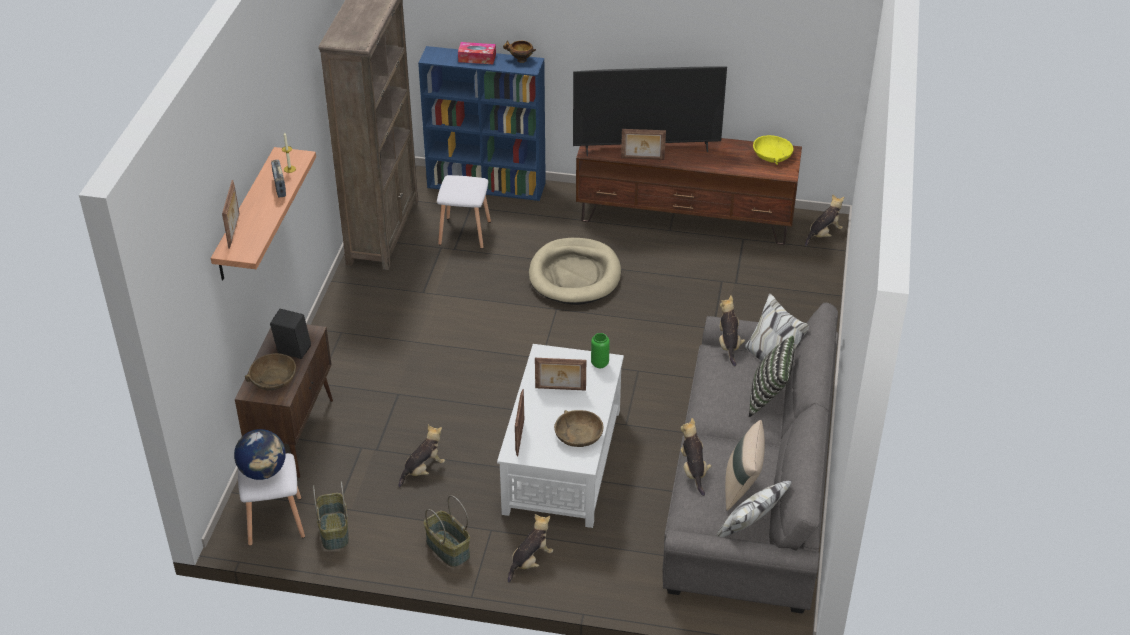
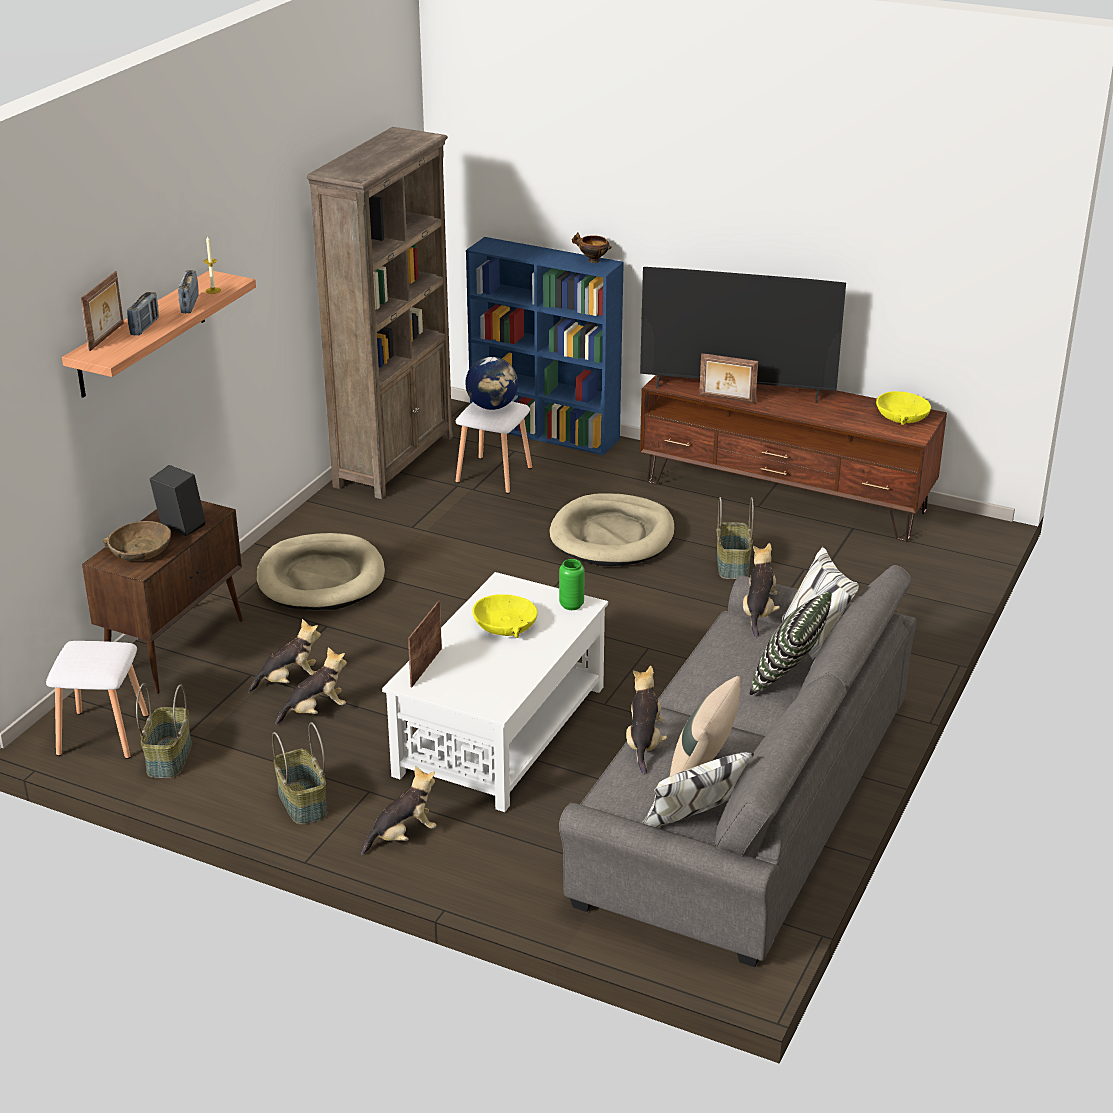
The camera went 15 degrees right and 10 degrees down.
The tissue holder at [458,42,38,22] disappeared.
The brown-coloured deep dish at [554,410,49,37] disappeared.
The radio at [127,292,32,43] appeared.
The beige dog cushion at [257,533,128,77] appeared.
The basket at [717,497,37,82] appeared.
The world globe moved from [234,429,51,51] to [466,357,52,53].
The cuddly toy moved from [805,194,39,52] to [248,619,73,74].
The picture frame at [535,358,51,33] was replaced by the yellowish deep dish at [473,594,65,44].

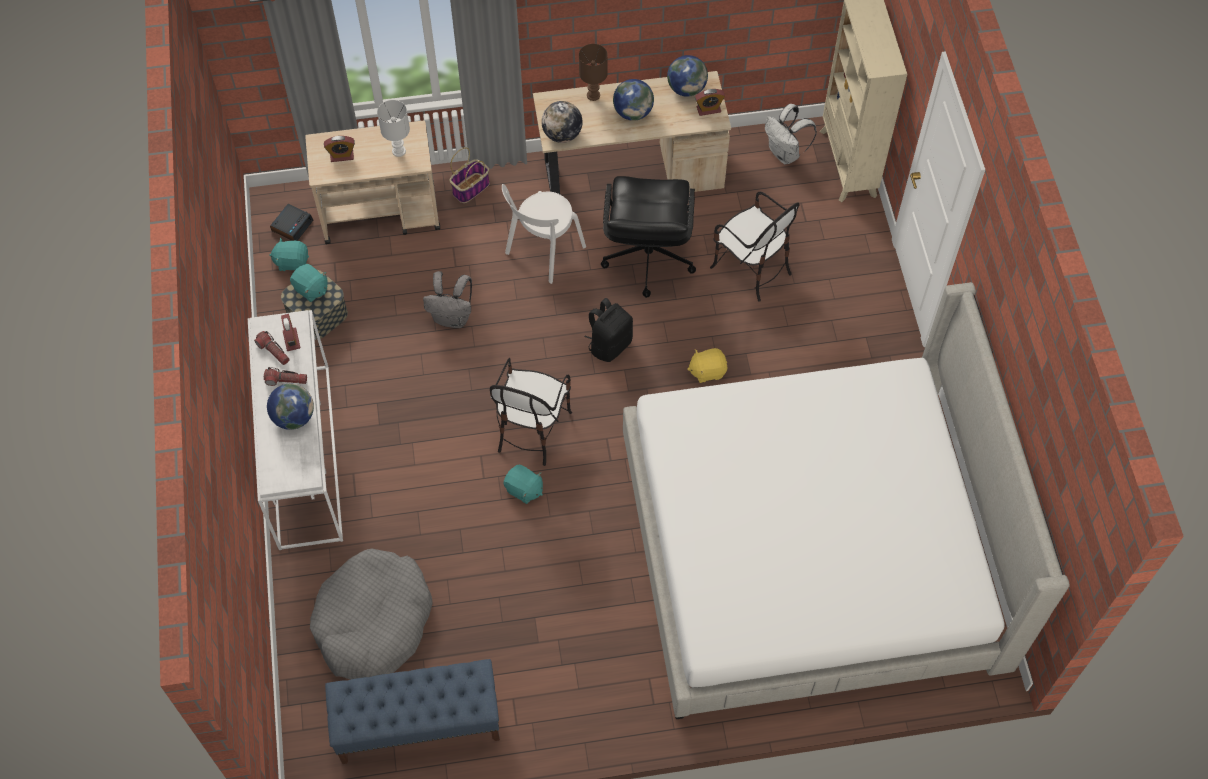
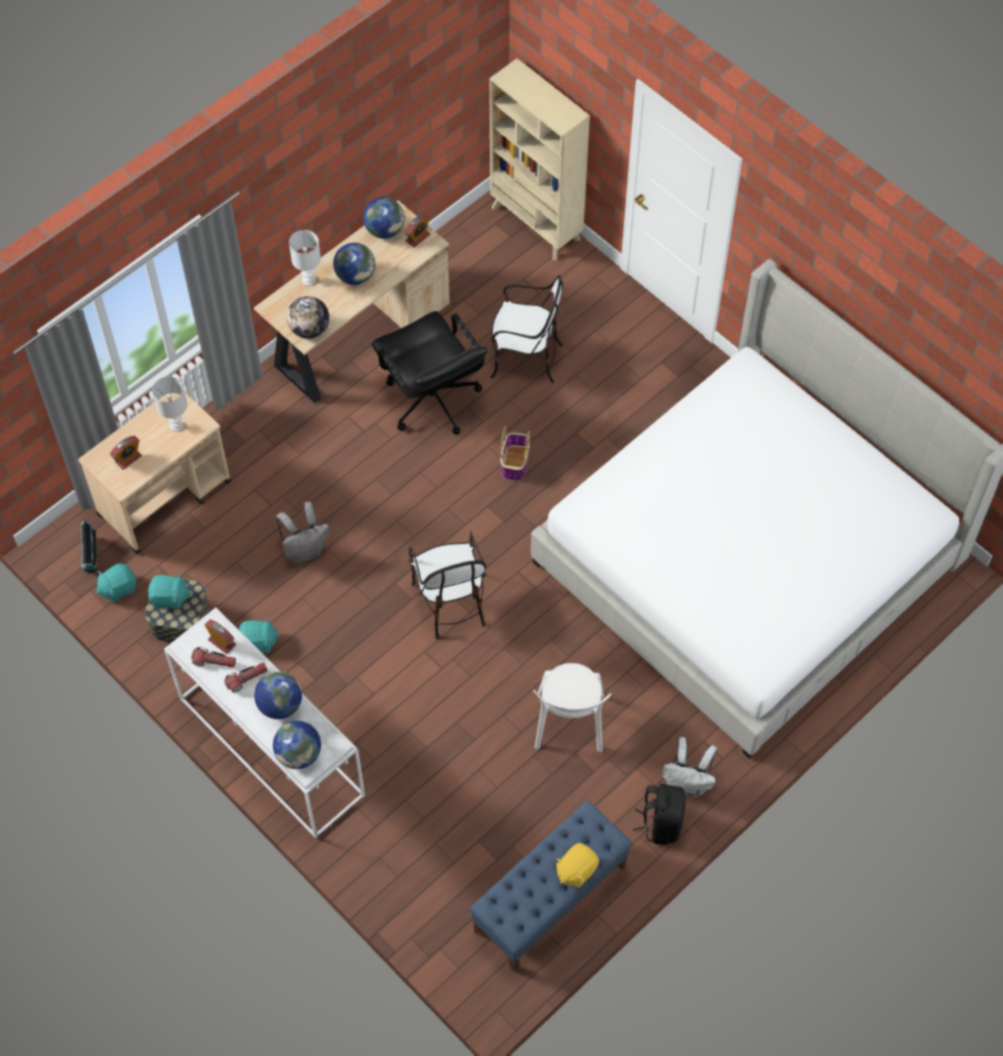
The camera went 35 degrees left and 0 degrees up.
The greyish dog cushion at [310,548,122,131] disappeared.
The world globe at [273,721,48,48] appeared.
The basket moved from [450,147,40,56] to [500,426,30,55].
The white-coloured plain chair moved from [502,184,84,100] to [533,663,78,89].
The blue-green cuddly toy moved from [503,465,40,39] to [238,617,42,36].
The black knapsack moved from [584,298,49,64] to [633,784,53,61].
The yellowish cuddly toy moved from [687,348,40,35] to [556,843,43,45].
The white-coloured knapsack moved from [765,104,52,60] to [662,737,56,60].
The table clock at [270,204,43,37] was replaced by the toy house at [81,518,17,54].
The brown-coloured lamp for a table at [579,44,29,57] became the white-coloured lamp for a table at [289,230,32,56].

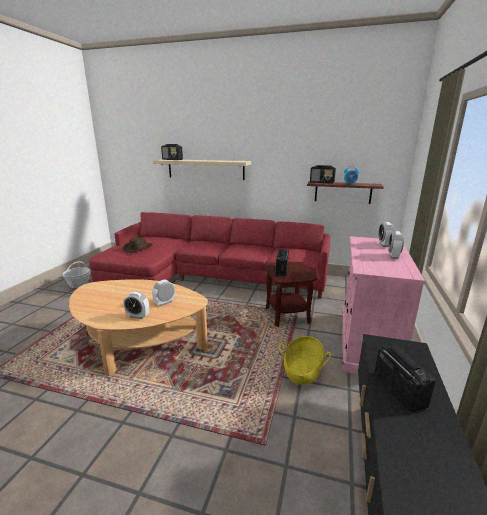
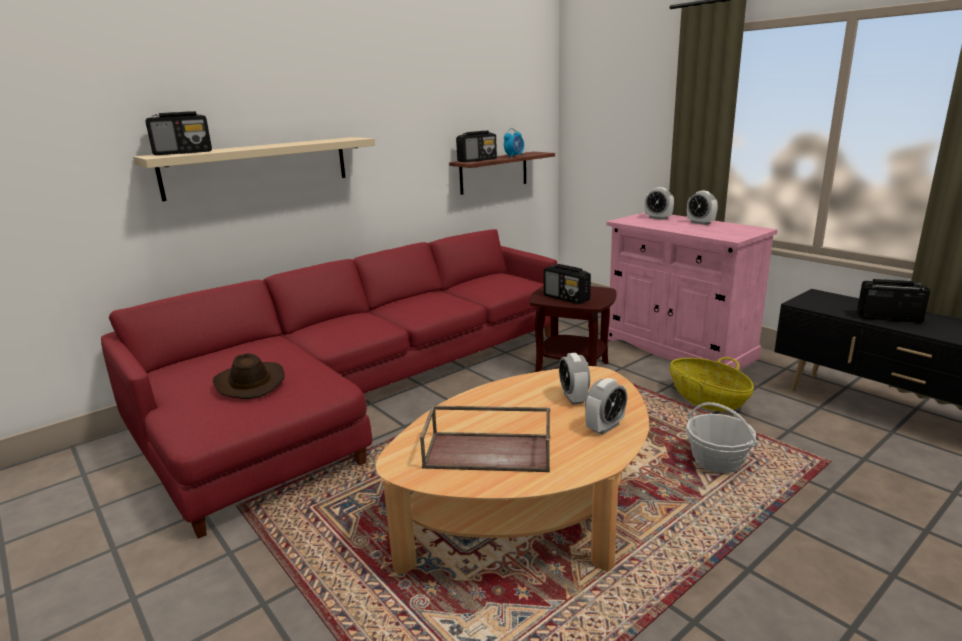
The camera went 55 degrees left and 0 degrees up.
The brown-coloured tray at [420,406,130,66] appeared.
The basket moved from [62,261,28,27] to [686,402,72,71].

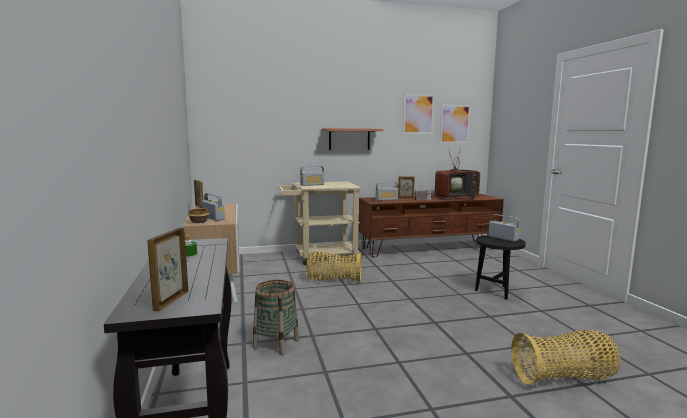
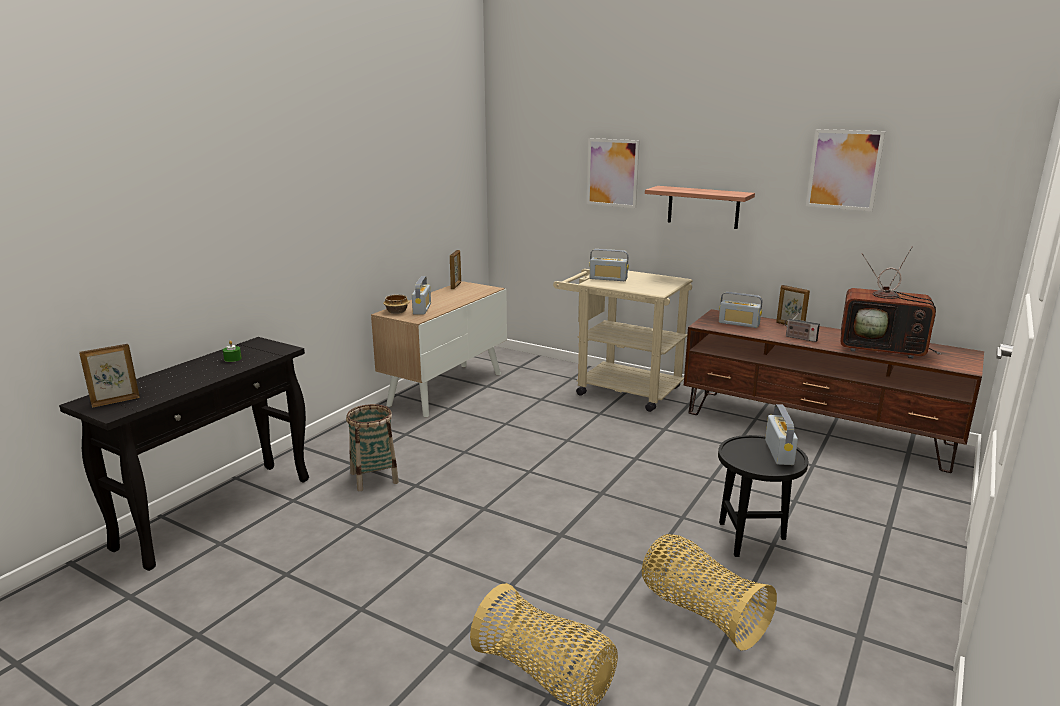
The camera went 45 degrees right and 10 degrees up.
The basket moved from [306,251,56,31] to [642,534,135,117].
The wall art moved from [440,105,31,38] to [587,138,53,70].

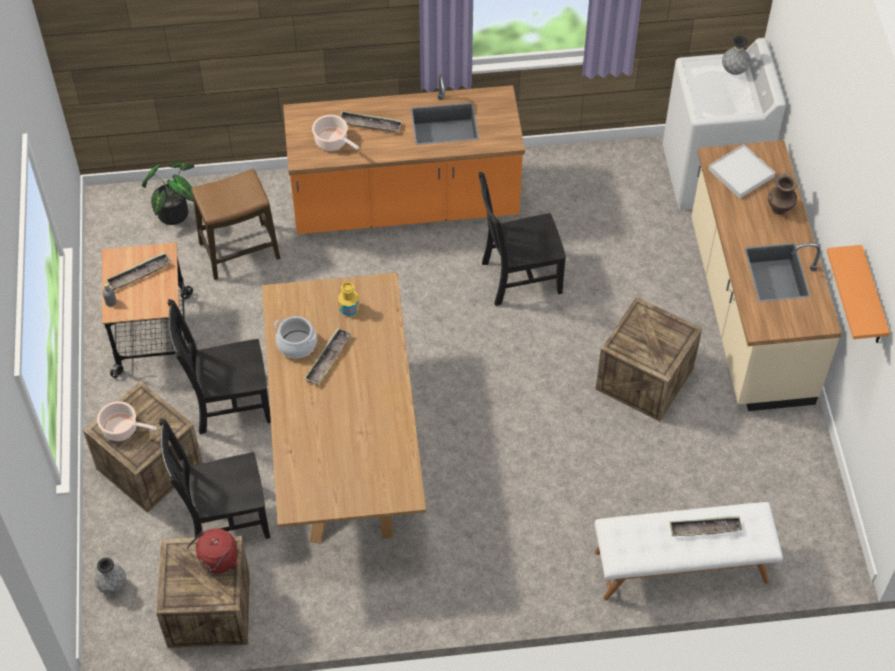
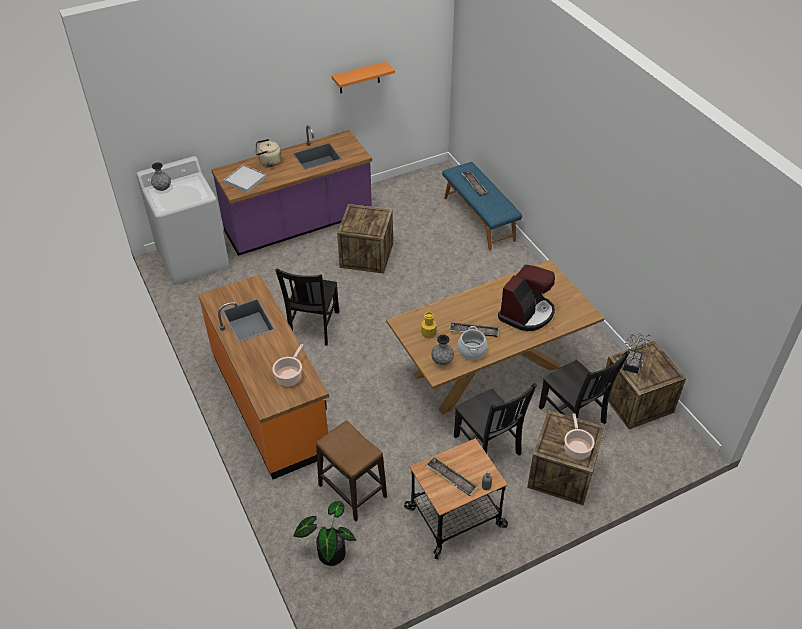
The camera went 110 degrees left and 10 degrees down.
The tray at [339,111,63,21] disappeared.
The coffee machine at [498,265,57,66] appeared.
The greyish flower vase moved from [95,558,31,36] to [431,335,23,30].
The reddish tea kettle at [187,528,51,46] was replaced by the houseplant at [623,331,28,43].
The brown-coloured flower vase at [768,173,30,42] was replaced by the beige tea kettle at [255,139,26,28].
The white-coloured long seat at [595,502,188,98] became the blue long seat at [442,162,80,89].
The beige kitchen base unit at [691,140,151,271] became the purple kitchen base unit at [211,125,161,131].
The black plain chair at [479,172,87,134] turned 45 degrees clockwise.

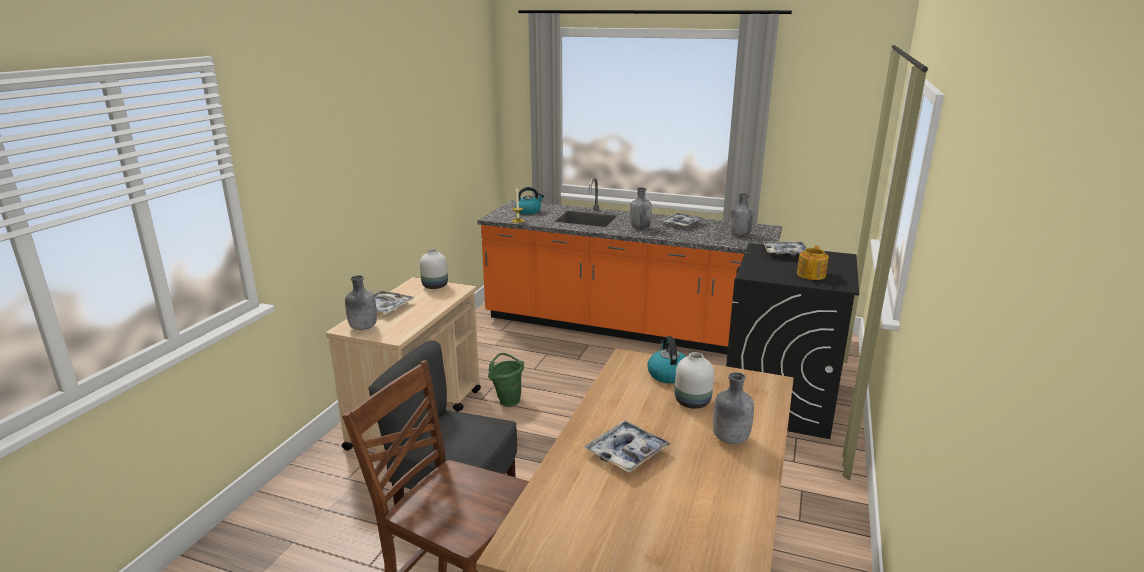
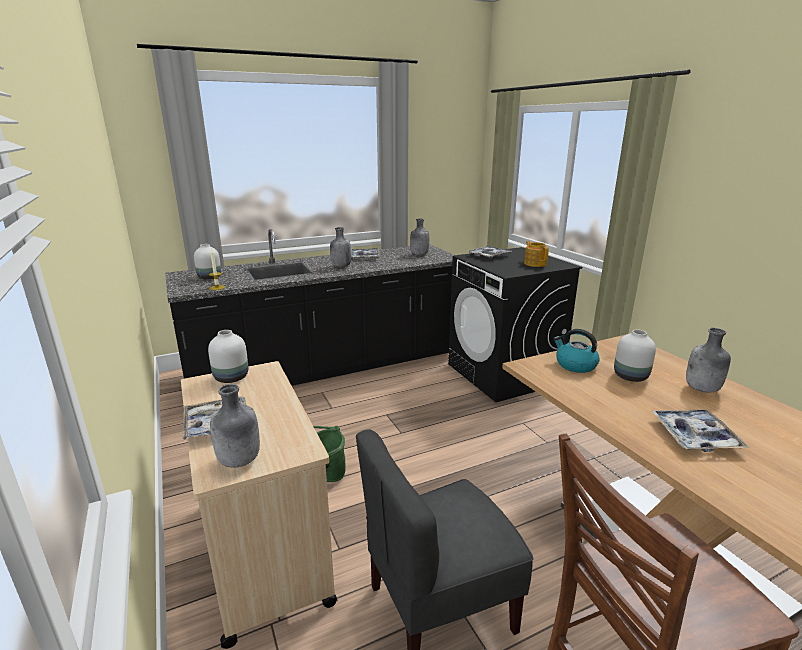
The camera went 45 degrees left and 0 degrees up.
The tea kettle at [515,187,29,27] was replaced by the white-coloured flower vase at [194,244,27,35].
The orange kitchen base unit at [477,178,305,176] became the black kitchen base unit at [165,229,289,157].

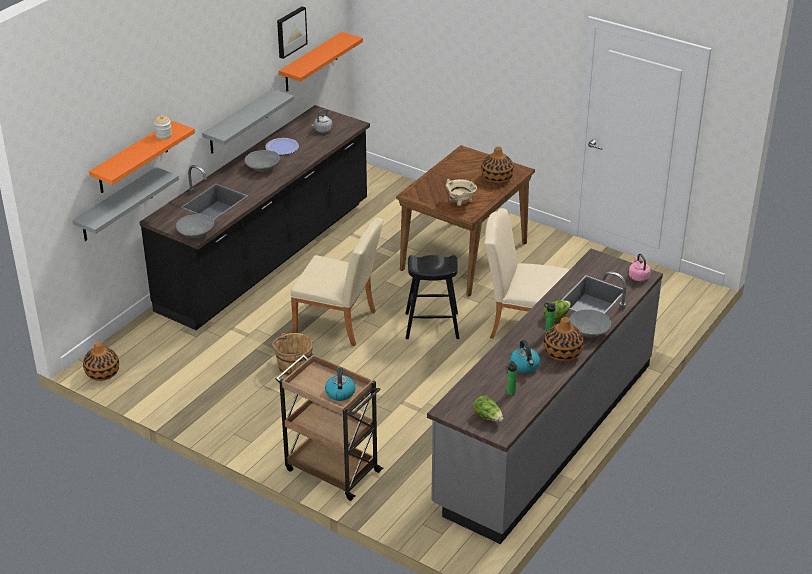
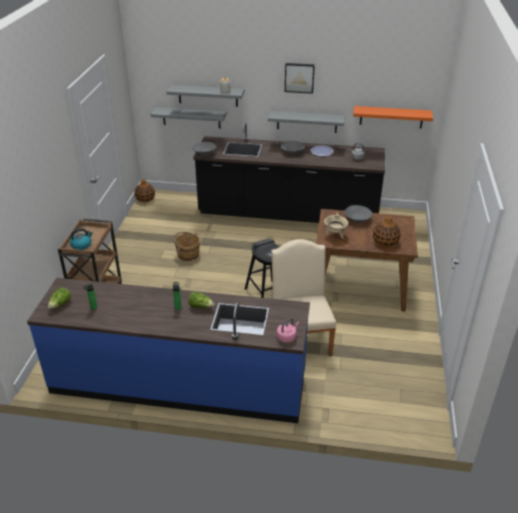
The camera went 65 degrees right and 0 degrees up.
The beige plain chair at [290,217,93,129] disappeared.
The tea kettle at [510,340,30,33] disappeared.
The flower vase at [544,317,40,44] disappeared.
The wall art moved from [277,6,31,53] to [285,63,30,31].
The greyish deep dish moved from [570,309,41,28] to [345,205,27,18].
The orange bracket shelf at [89,121,106,72] became the greyish bracket shelf at [166,85,78,22].
The greyish kitchen base unit at [427,249,236,295] became the blue kitchen base unit at [27,278,283,145].

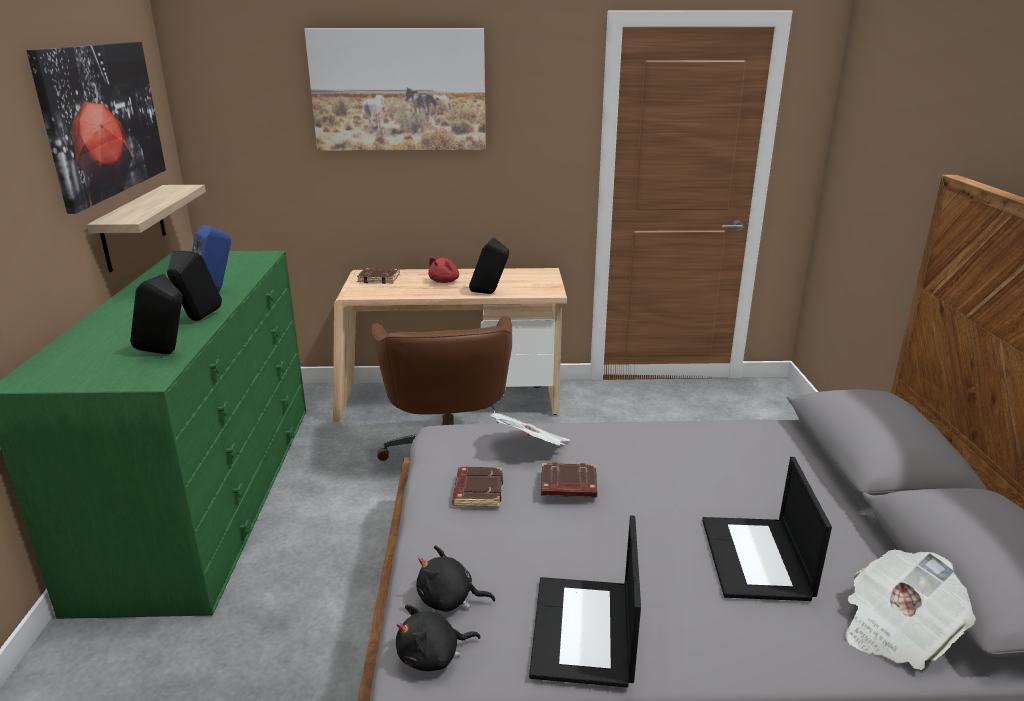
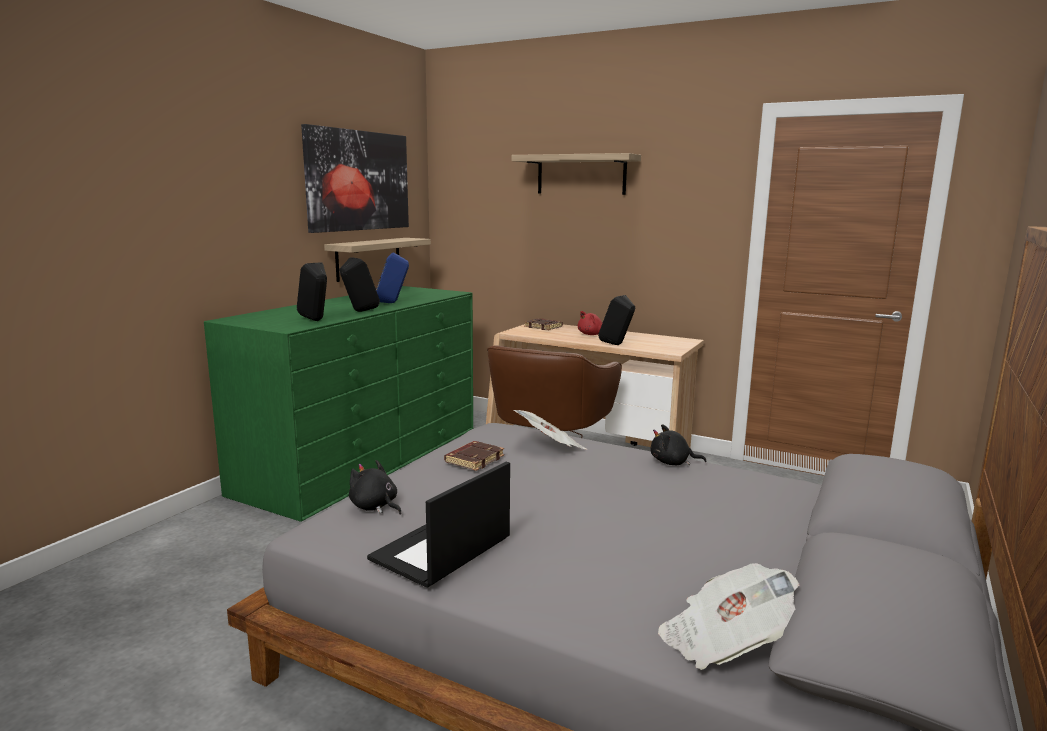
The camera went 30 degrees right and 10 degrees down.
The brown-coloured volume at [541,462,56,35] disappeared.
The notebook computer at [702,457,130,144] disappeared.
The black cuddly toy moved from [396,605,85,66] to [651,424,55,41].
The wall art at [304,28,182,123] was replaced by the bracket shelf at [511,153,130,42].

